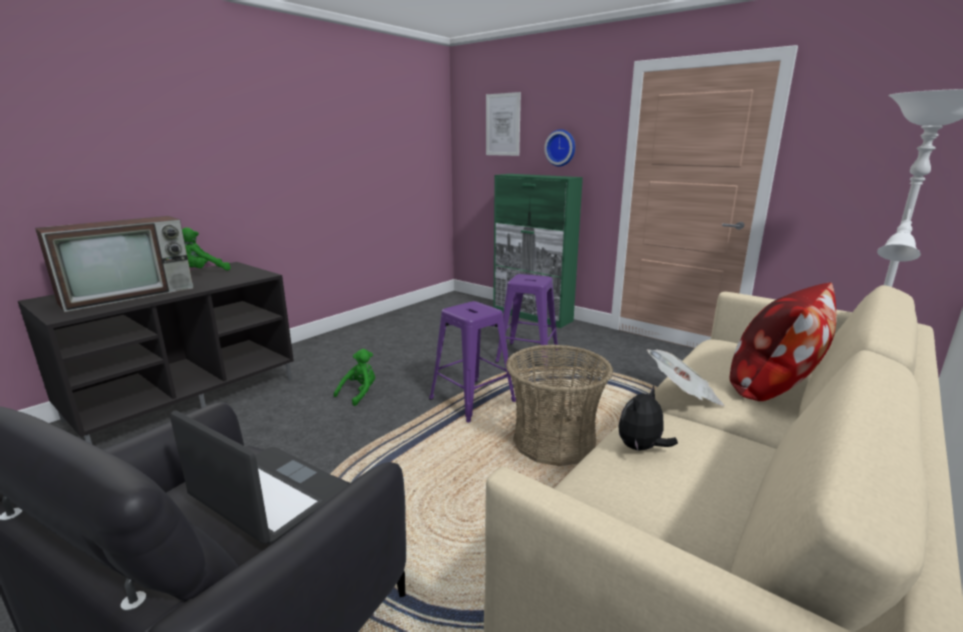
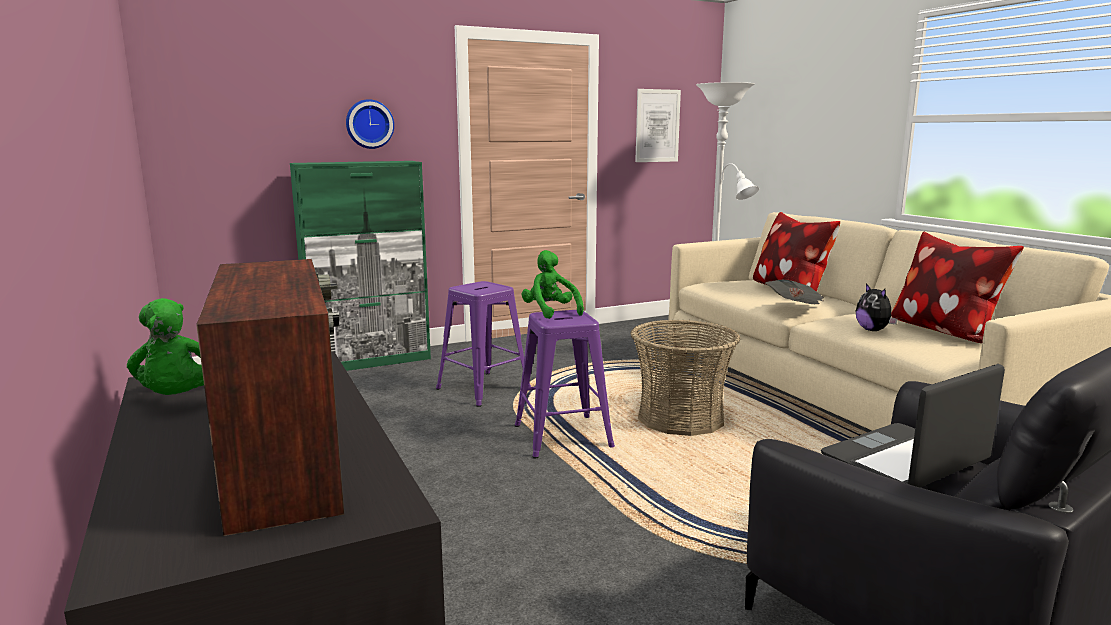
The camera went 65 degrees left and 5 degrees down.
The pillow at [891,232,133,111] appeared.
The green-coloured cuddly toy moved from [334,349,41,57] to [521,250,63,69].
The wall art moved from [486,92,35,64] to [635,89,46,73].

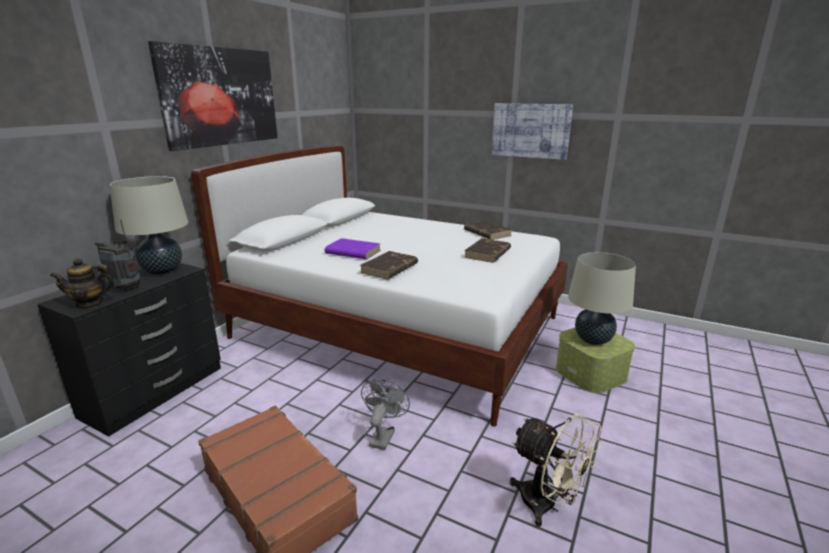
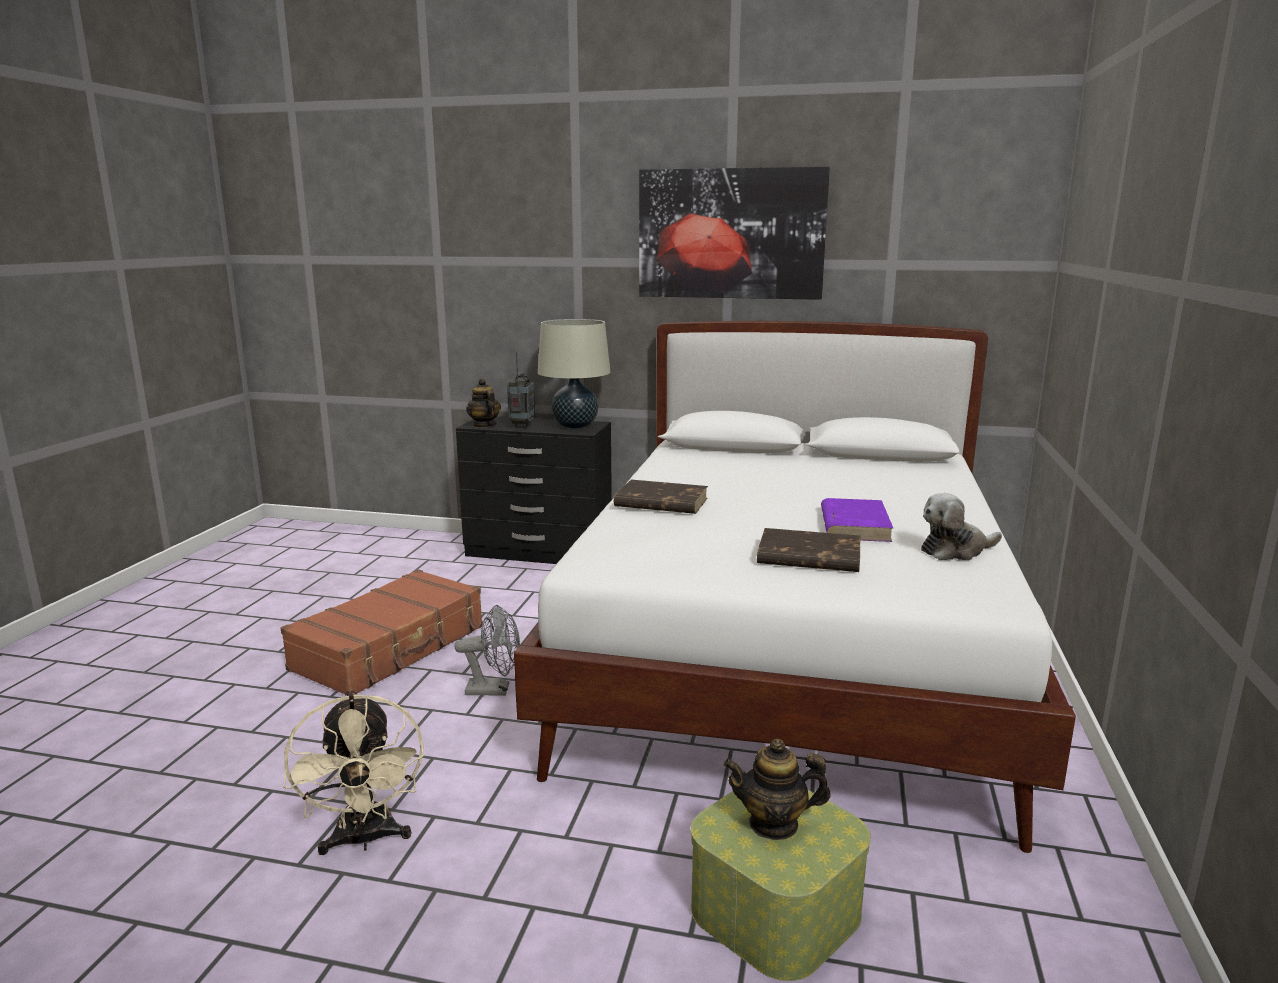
The camera went 75 degrees right and 5 degrees down.
The wall art at [492,103,81,57] disappeared.
The purple volume moved from [325,238,56,21] to [821,498,73,44].
The brown-coloured volume at [464,220,48,20] was replaced by the cuddly toy at [921,493,81,67].
The beige lamp for a table at [568,252,68,93] was replaced by the pot for tea at [723,739,108,101].
The beige electric fan at [510,414,92,113] turned 45 degrees counterclockwise.

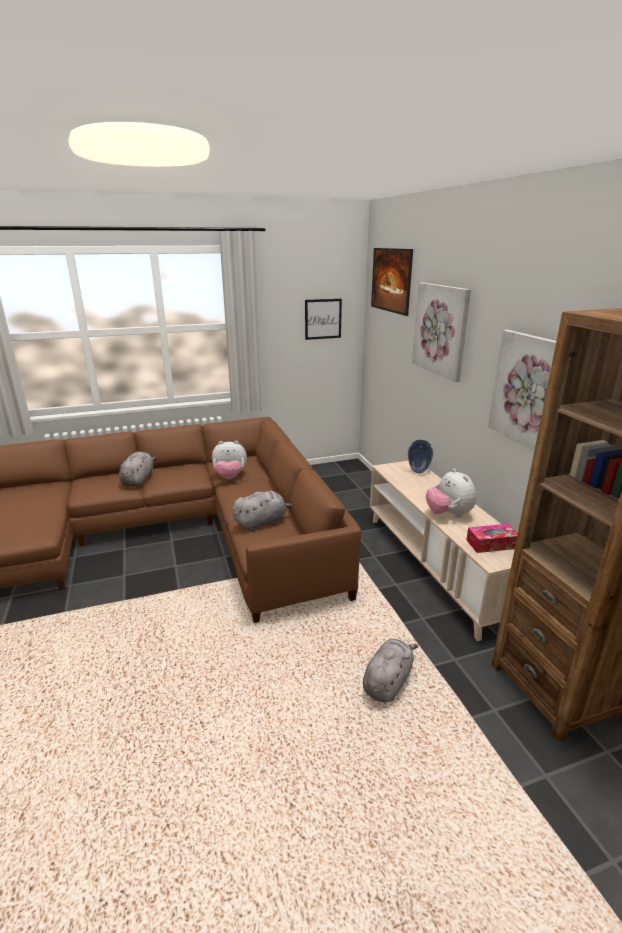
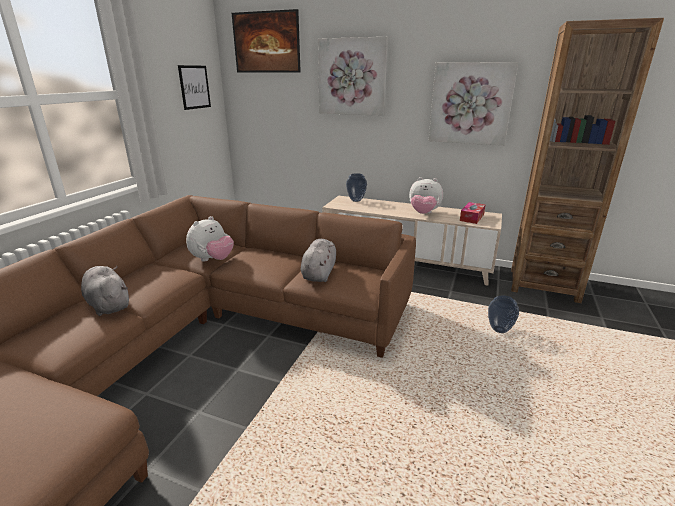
The camera went 50 degrees left and 0 degrees up.
The greyish cuddly toy at [363,639,55,63] was replaced by the flower vase at [488,295,31,38].

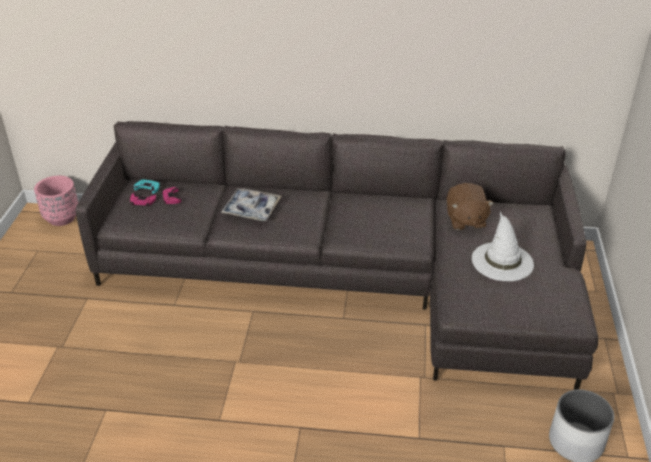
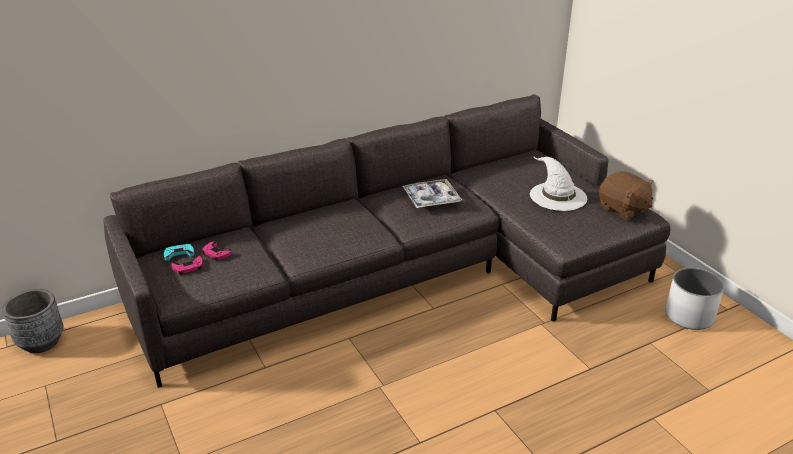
The camera went 35 degrees left and 5 degrees down.
The tray moved from [221,188,60,33] to [402,179,60,29].
The brown-coloured cuddly toy moved from [447,183,47,47] to [599,171,55,49].
The pink-coloured flower pot at [34,176,44,50] became the greyish flower pot at [2,289,62,64].

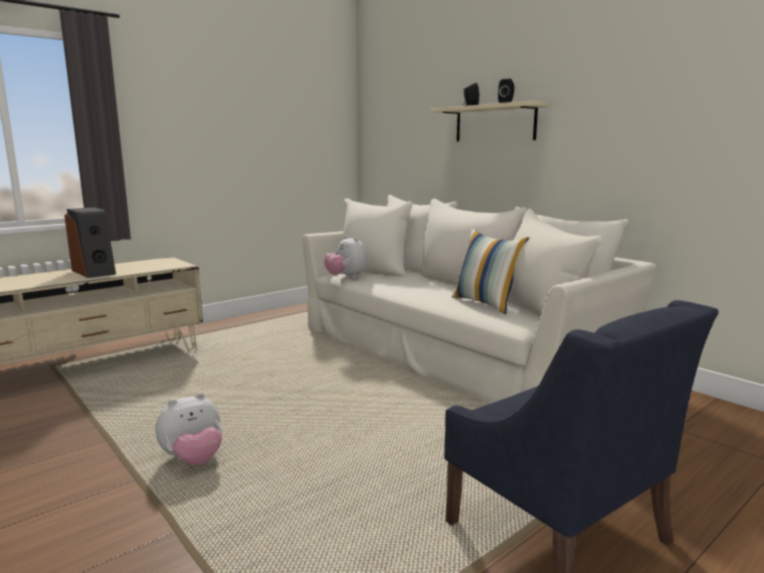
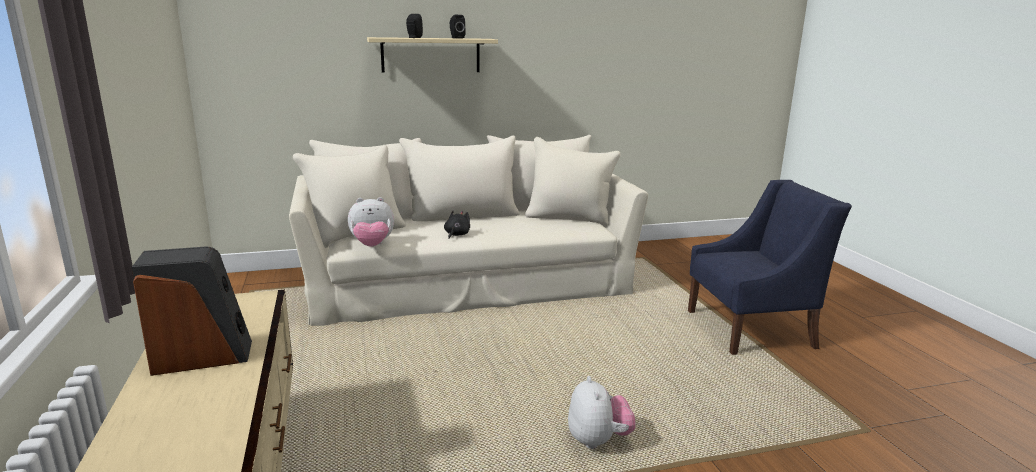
The camera went 65 degrees left and 5 degrees up.
The pillow at [452,229,77,85] disappeared.
The black cuddly toy at [444,211,26,28] appeared.

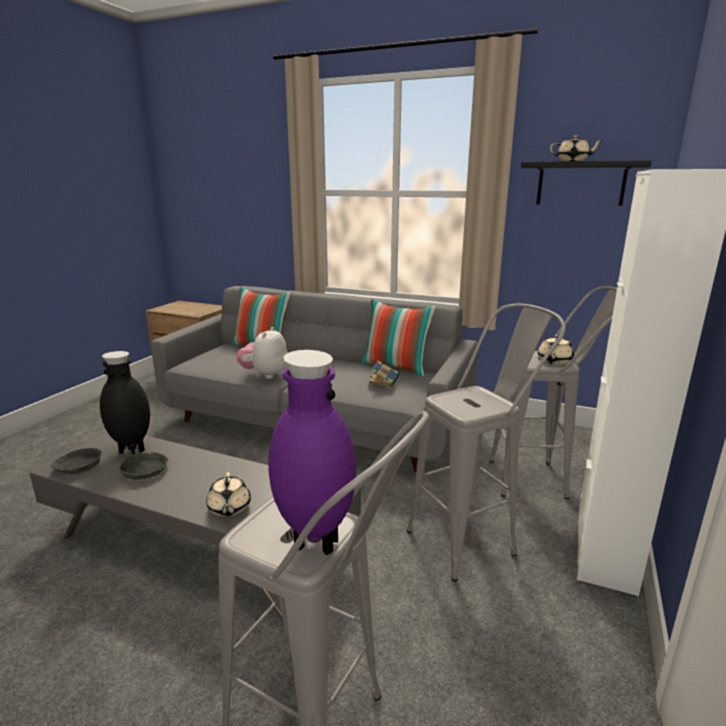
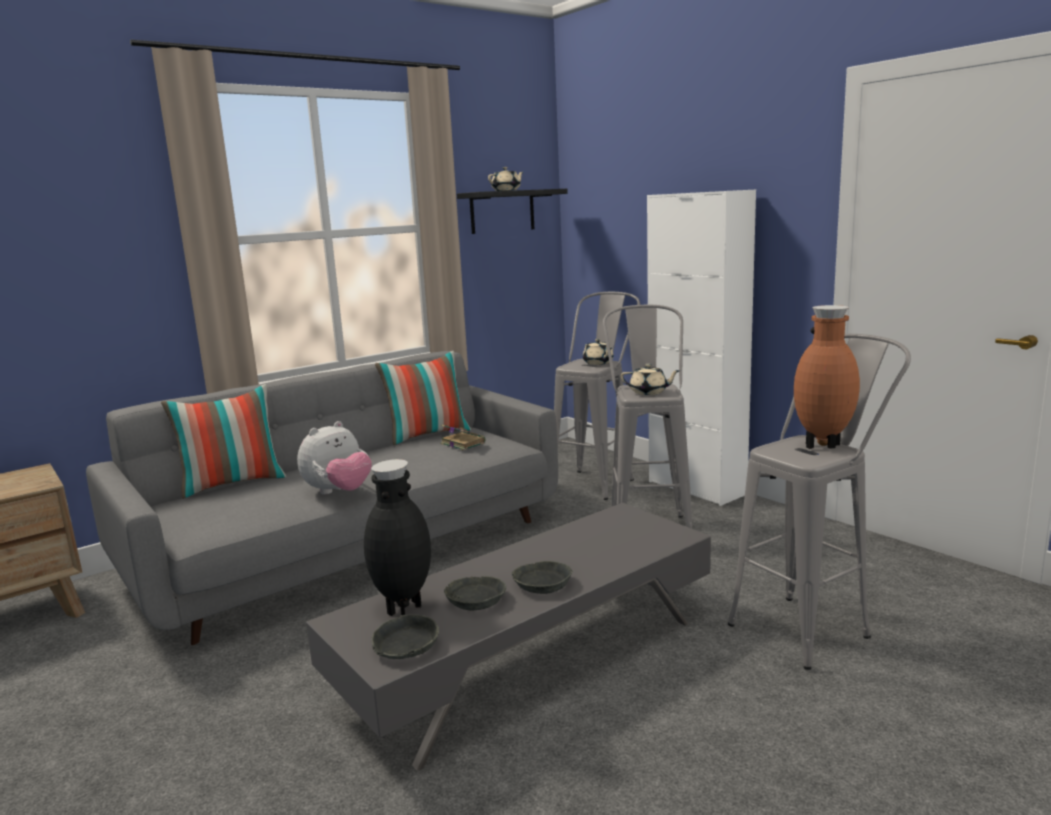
The camera went 60 degrees left and 5 degrees down.
The greyish deep dish at [512,561,61,33] appeared.
The beige pot for tea moved from [206,472,45,45] to [621,364,59,31].
The purple flower vase at [268,350,88,205] became the brown-coloured flower vase at [794,305,66,144].
The cuddly toy at [237,327,50,52] turned 90 degrees counterclockwise.

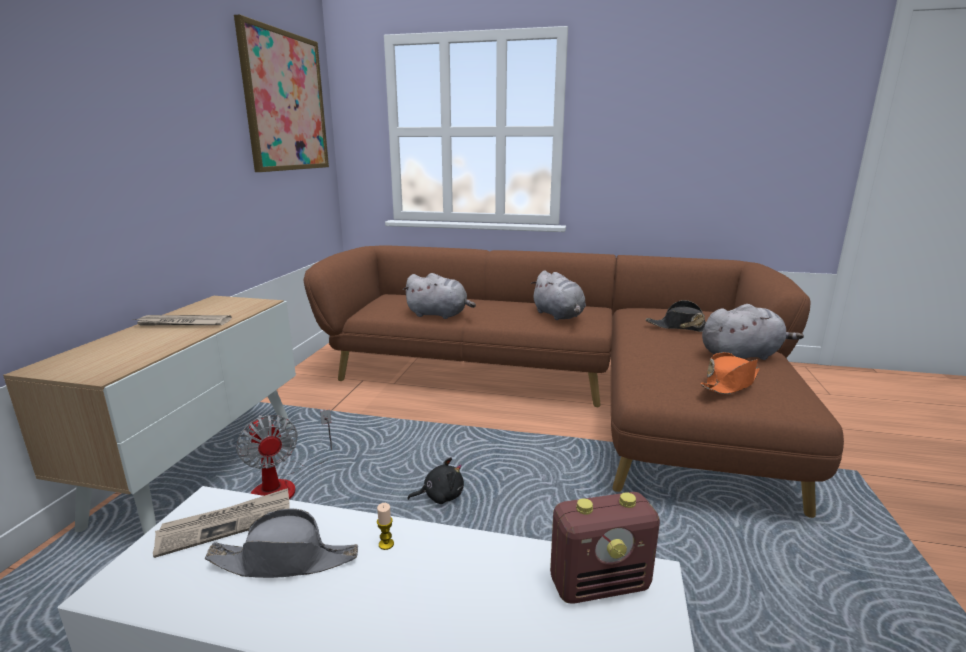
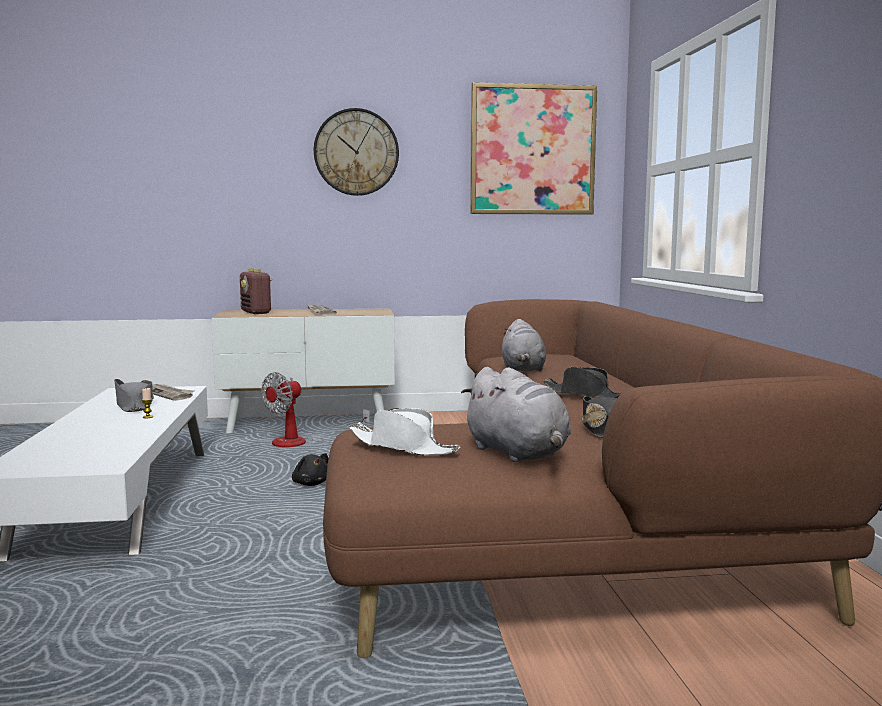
The camera went 70 degrees right and 10 degrees down.
The clock on the wall at [314,108,85,88] appeared.
The radio moved from [550,492,110,112] to [240,268,33,46].
The greyish cuddly toy at [531,270,55,50] was replaced by the black wearable hat at [543,367,78,31].
The orange wearable hat at [701,352,59,42] became the white-coloured wearable hat at [349,408,112,48].

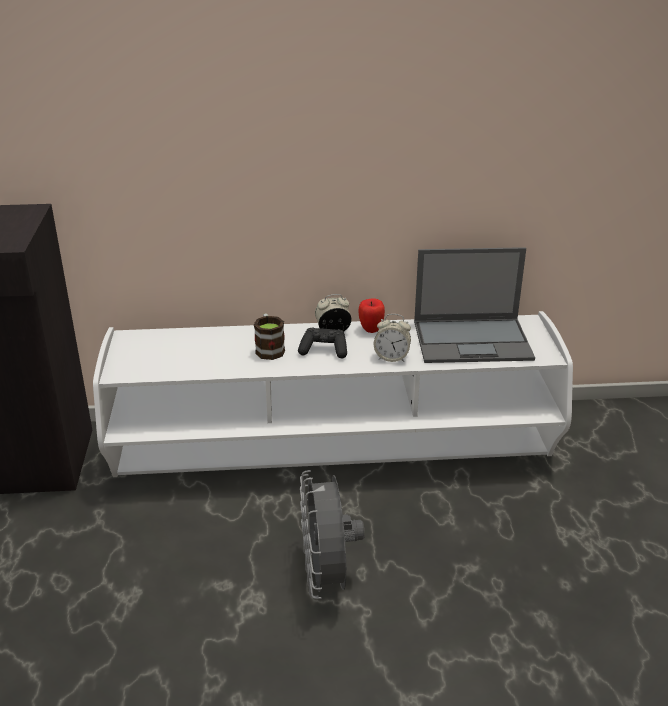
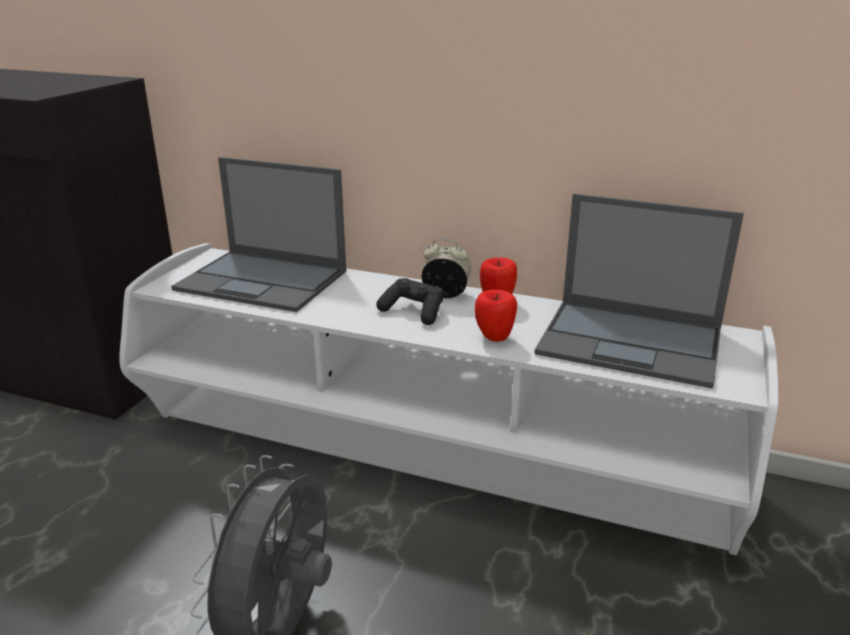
The camera went 25 degrees right and 5 degrees down.
The mug at [254,313,31,47] disappeared.
The notebook computer at [171,157,175,155] appeared.
The table clock at [374,314,37,48] was replaced by the whole apple at [475,290,42,52].

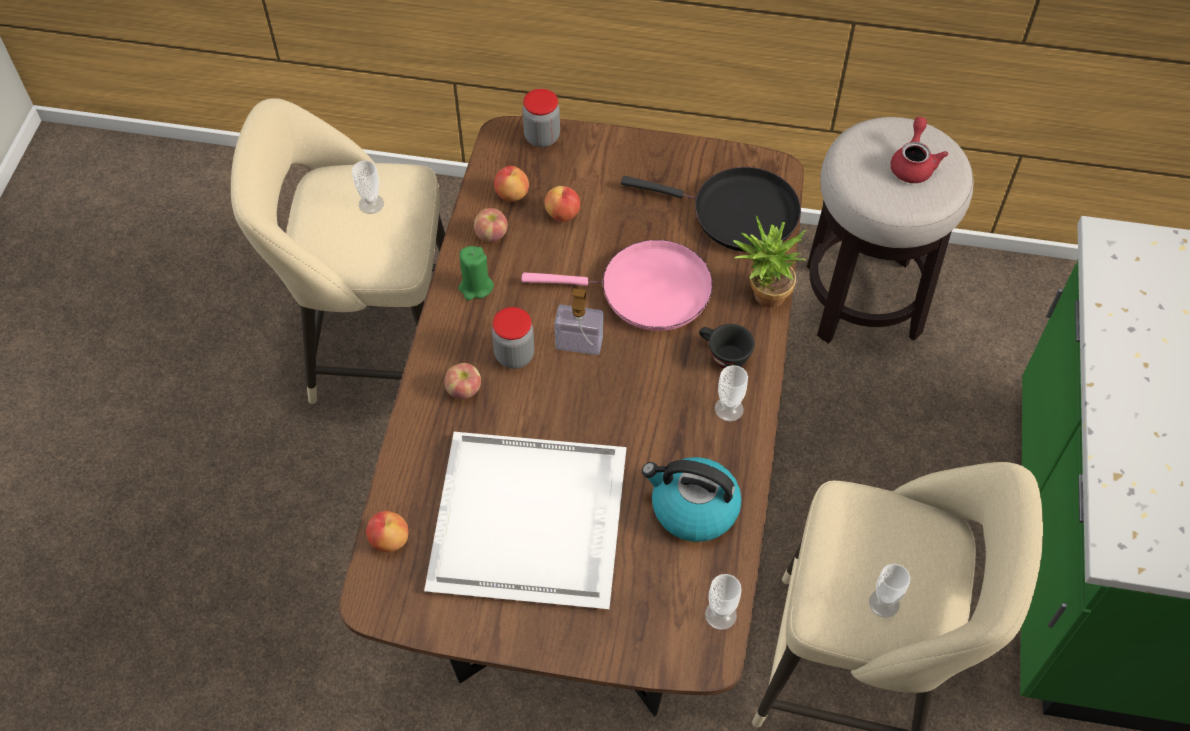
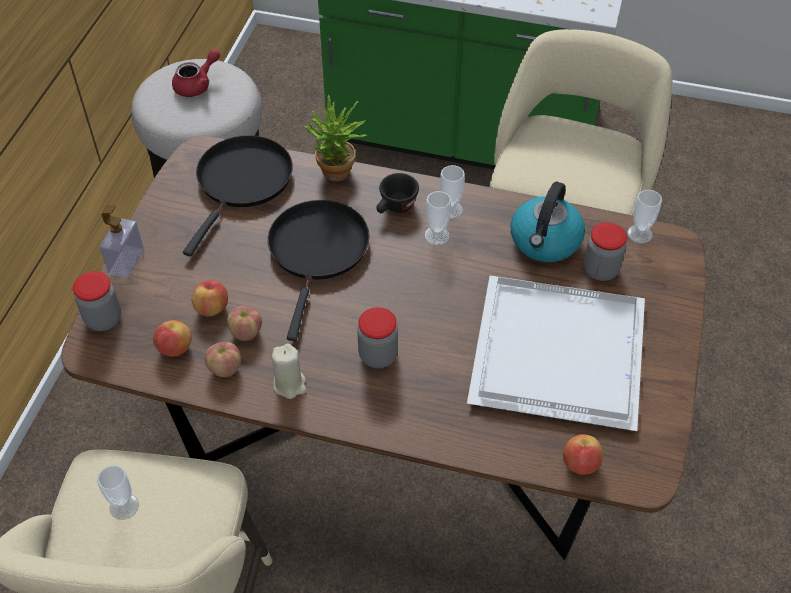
The camera went 85 degrees left and 5 degrees down.
The preserve jar at [584,222,43,59] appeared.
The whole apple moved from [444,363,37,36] to [227,306,35,35].
The liquid soap bottle moved from [555,288,48,67] to [100,205,44,73].
The cup moved from [869,564,41,54] to [425,191,26,54].
The green-coloured candle at [459,246,35,54] became the beige candle at [272,344,34,55].
The pink-coloured pan at [521,240,192,91] became the black pan at [268,200,102,141].
The reddish pot for tea at [891,117,57,66] turned 120 degrees clockwise.

